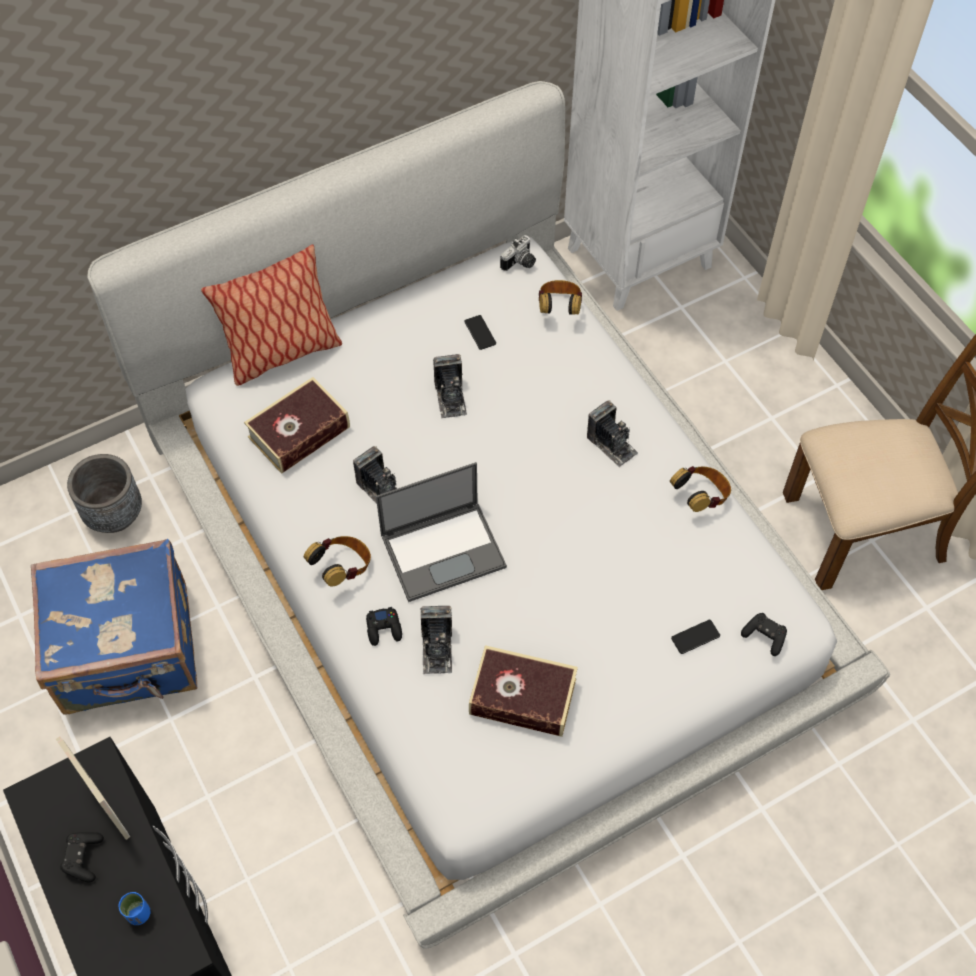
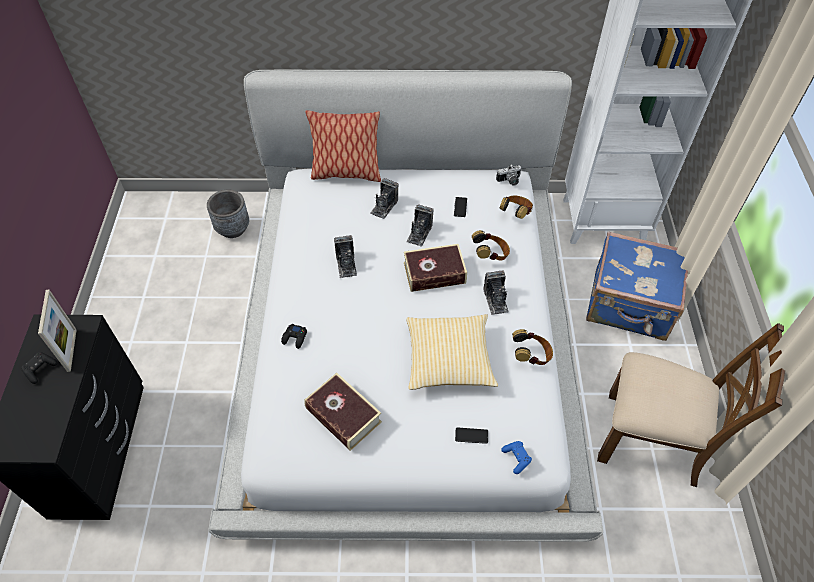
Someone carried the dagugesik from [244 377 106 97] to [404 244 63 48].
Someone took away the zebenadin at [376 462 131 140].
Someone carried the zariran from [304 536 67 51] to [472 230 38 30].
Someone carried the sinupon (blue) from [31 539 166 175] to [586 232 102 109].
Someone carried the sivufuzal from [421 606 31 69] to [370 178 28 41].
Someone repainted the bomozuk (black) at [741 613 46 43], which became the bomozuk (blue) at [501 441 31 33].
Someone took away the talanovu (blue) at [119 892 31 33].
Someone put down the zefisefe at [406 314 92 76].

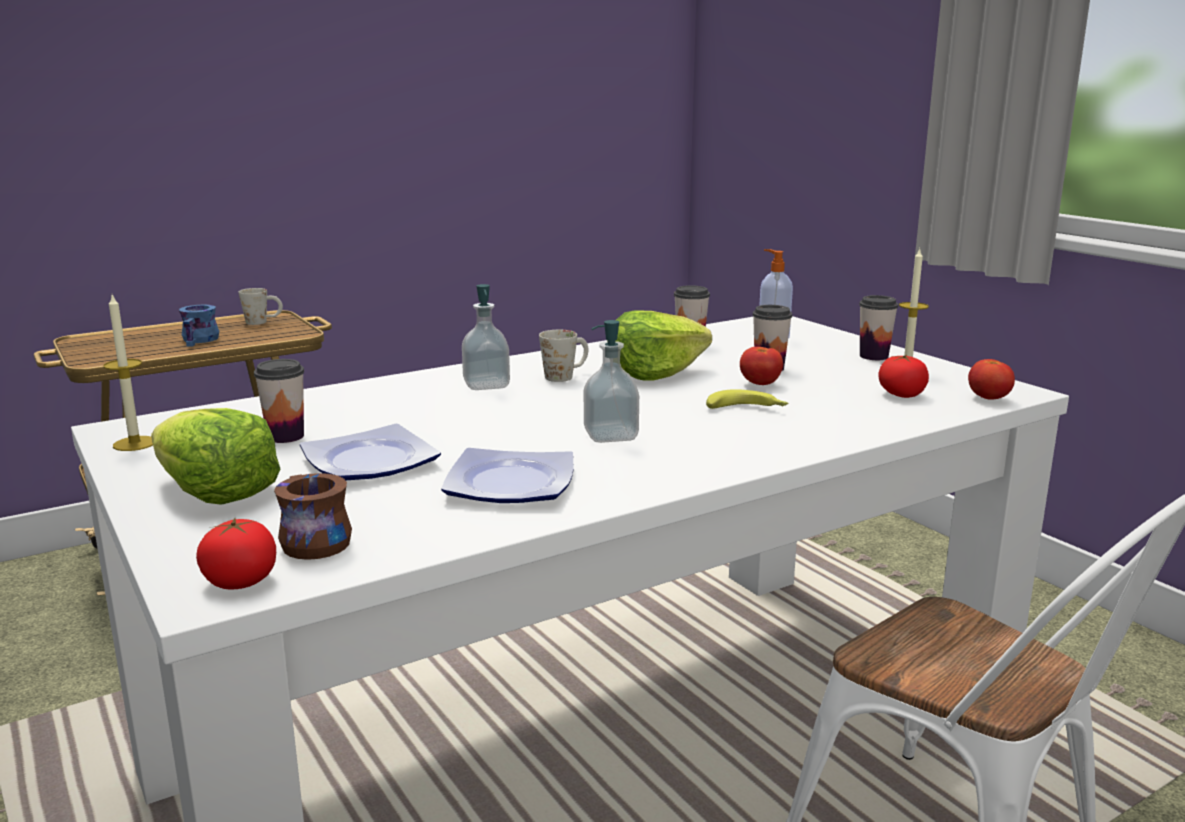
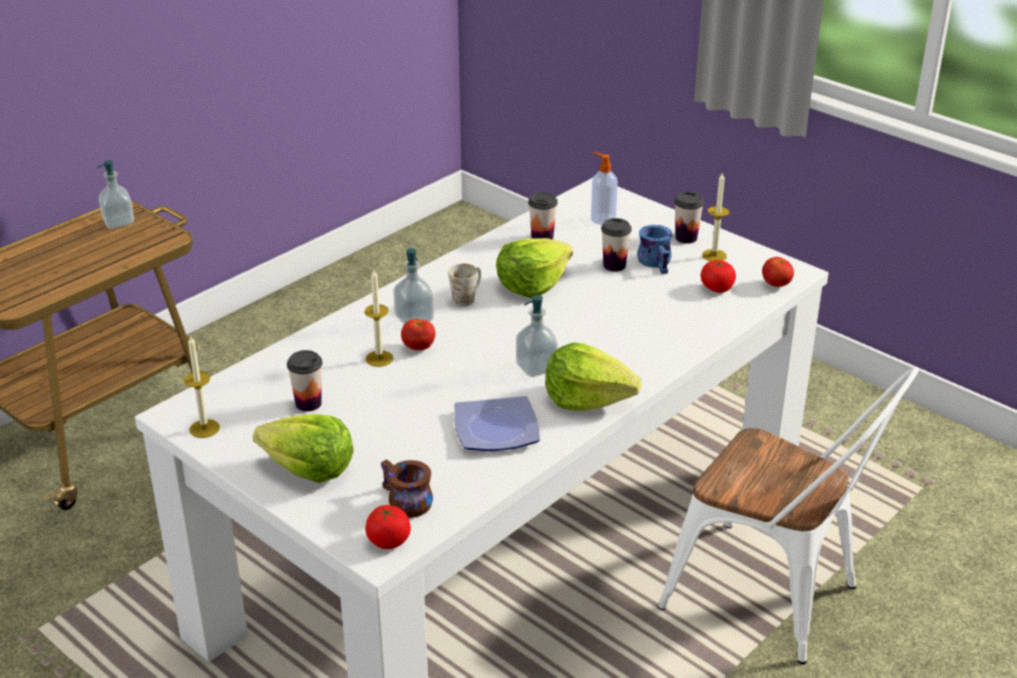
Someone swapped the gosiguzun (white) at [238 288 45 37] for the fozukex at [97 160 37 69].
Someone carried the gosiguzun (blue) from [179 305 40 41] to [637 225 36 49].
Someone carried the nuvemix from [740 347 43 38] to [401 319 34 31].
Someone took away the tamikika at [706 389 83 20].
Someone took away the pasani at [300 424 141 56].
Someone put down the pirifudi at [364 270 29 97].
Someone put down the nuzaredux at [545 342 96 69].

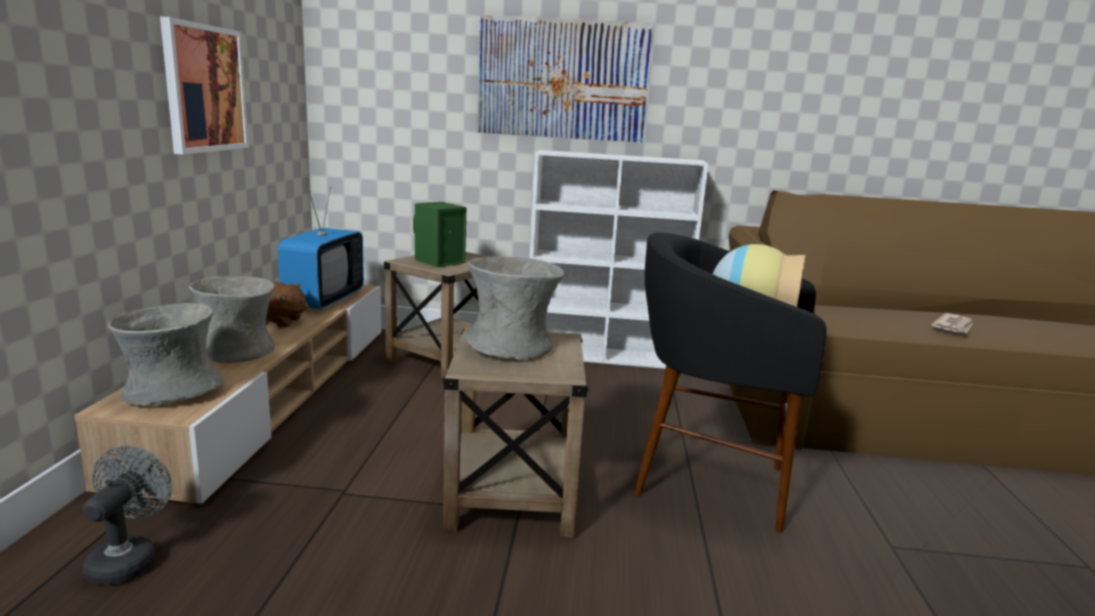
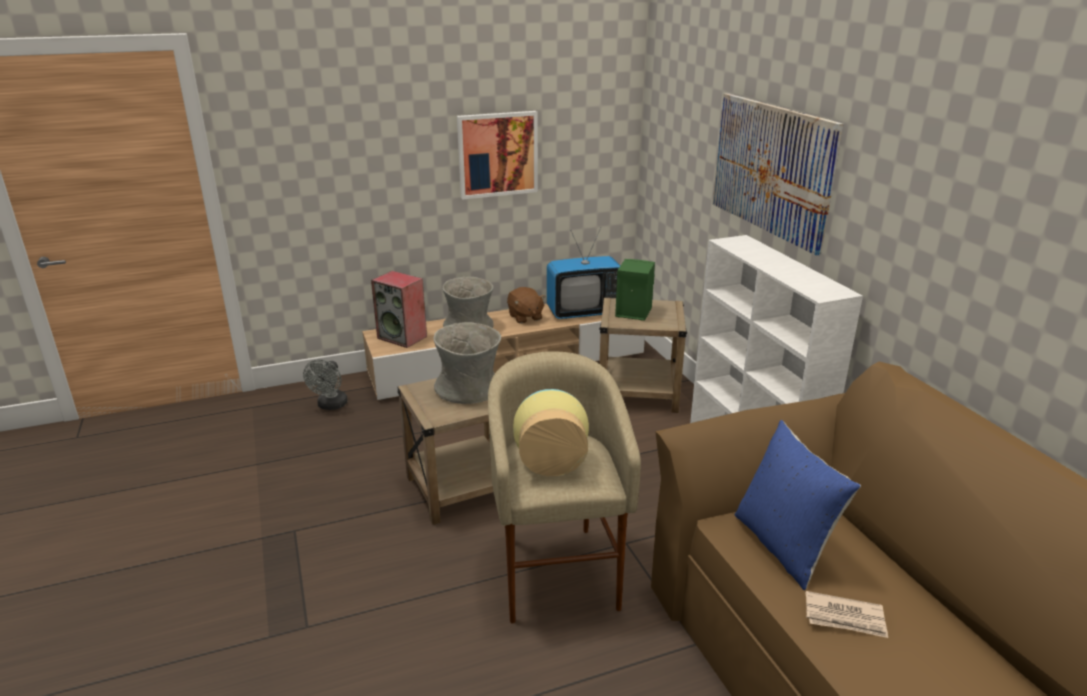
Someone repainted the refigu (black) at [634 232 193 301], which became the refigu (beige) at [488 351 153 273].
Someone swapped the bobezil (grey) at [108 303 116 102] for the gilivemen at [371 271 56 77].
Someone rotated the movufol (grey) at [83 446 89 139] by 120 degrees clockwise.
Someone put down the zefisefe (blue) at [735 420 126 170].

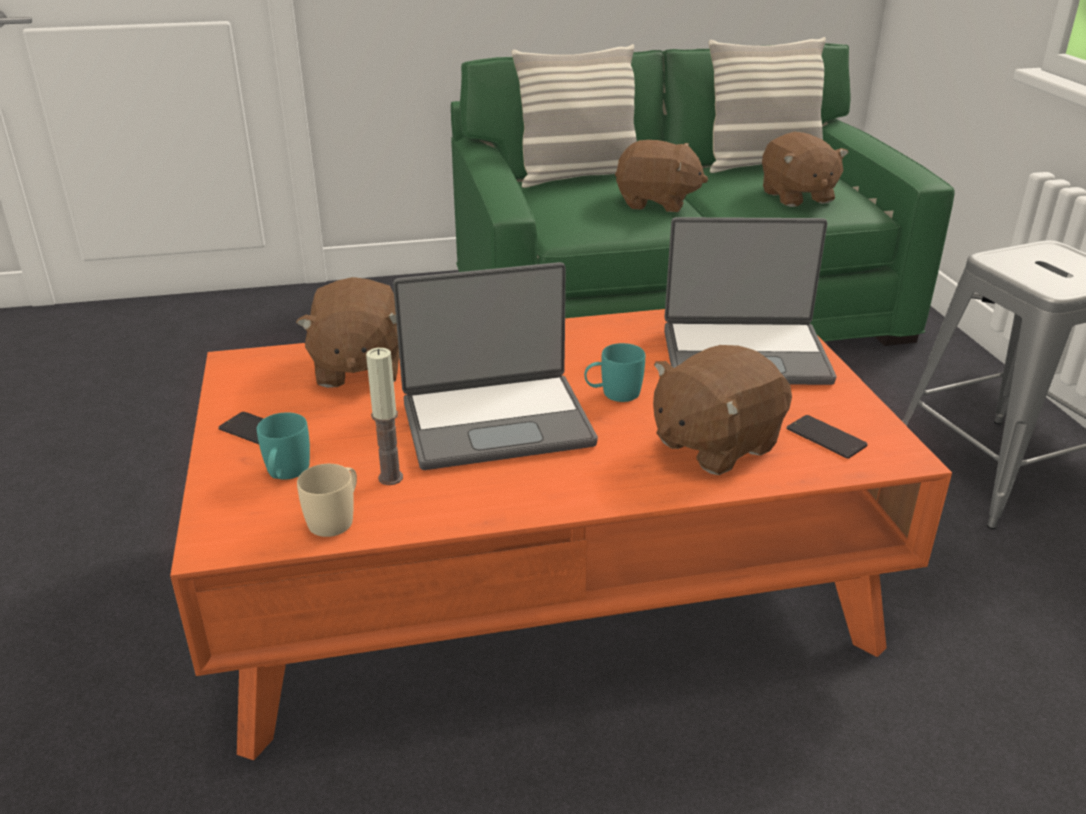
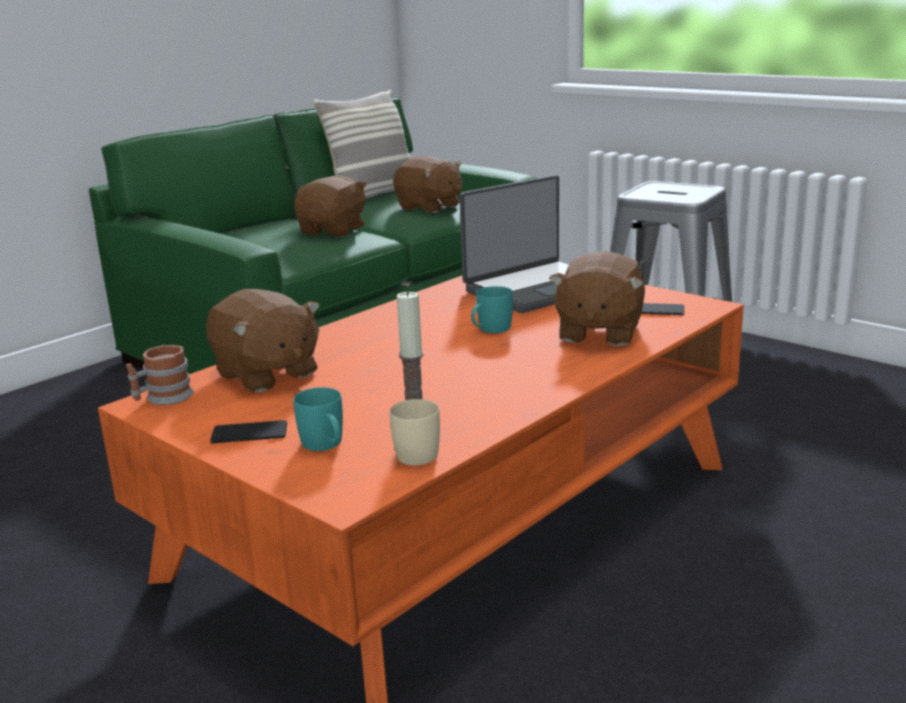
Someone took away the zefisefe at [512 44 125 144].
Someone rotated the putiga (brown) at [615 140 93 72] by 45 degrees counterclockwise.
Someone took away the zebenadin at [393 262 205 208].
Someone put down the gosiguzun at [126 345 67 60].

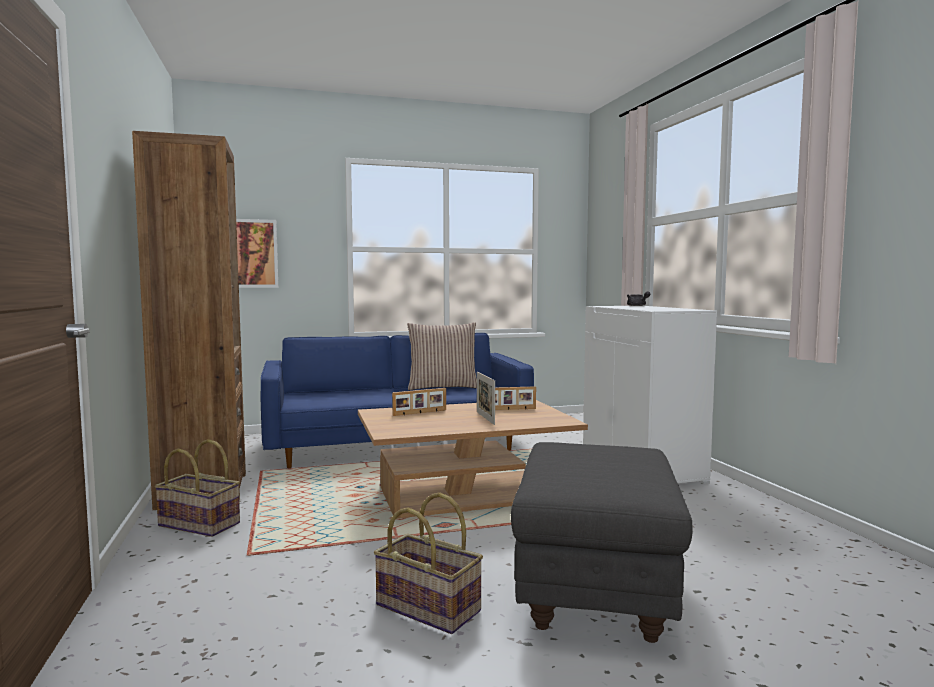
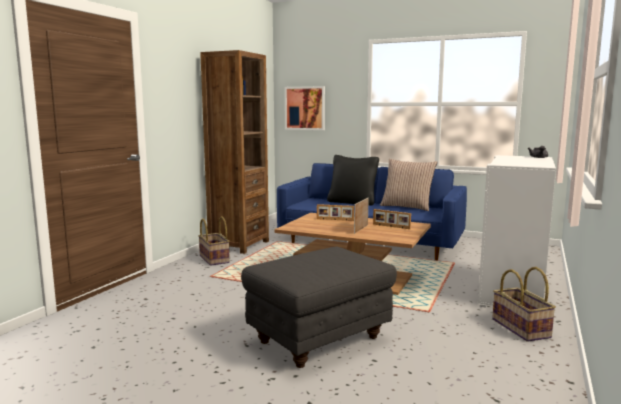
Someone carried the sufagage from [374 492 109 142] to [492 267 64 75].
Someone put down the zefisefe (black) at [327 155 52 51].

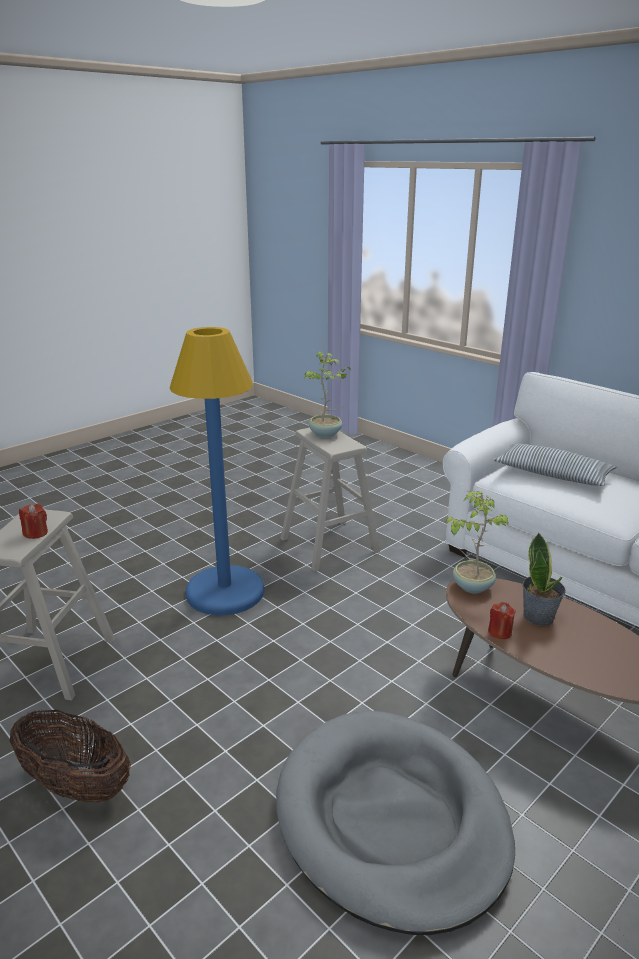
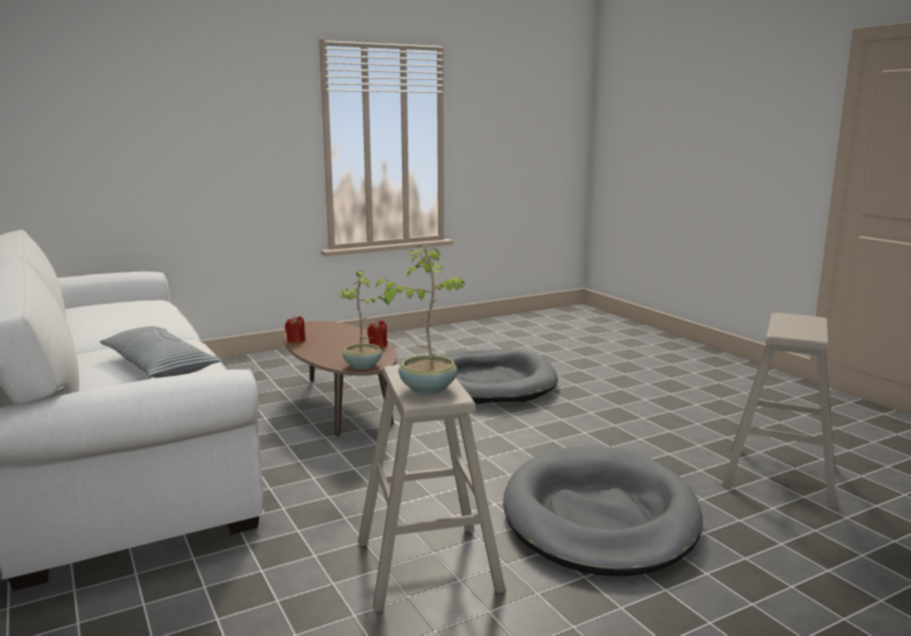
Someone swapped the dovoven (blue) at [170 327 94 288] for the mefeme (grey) at [503 446 200 130].
Someone carried the pirifudi (red) from [19 503 29 36] to [285 316 21 27].
Someone took away the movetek at [523 532 43 94].
Someone took away the sufagage at [9 709 122 94].

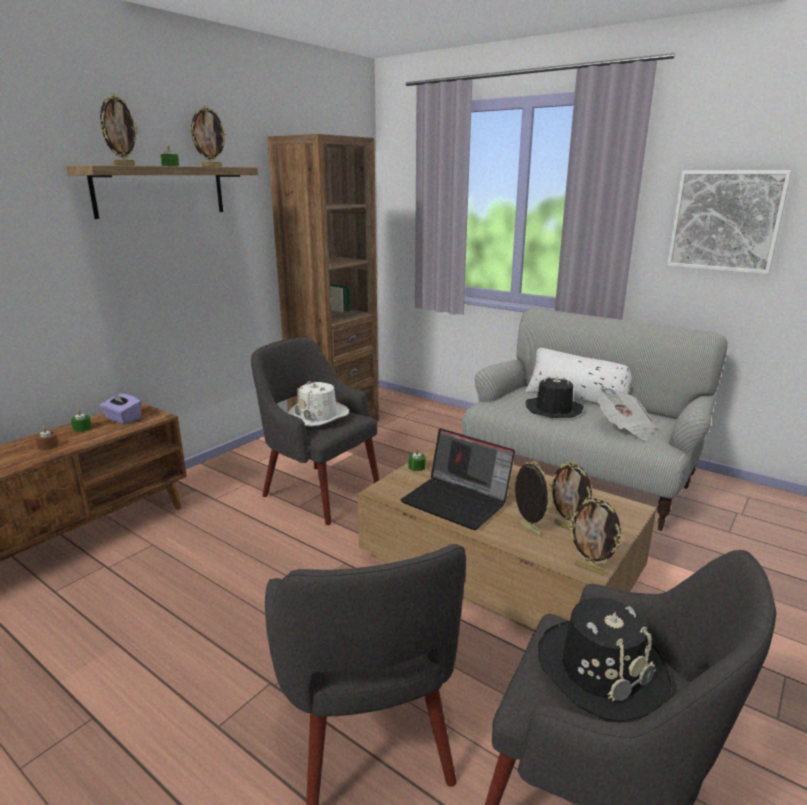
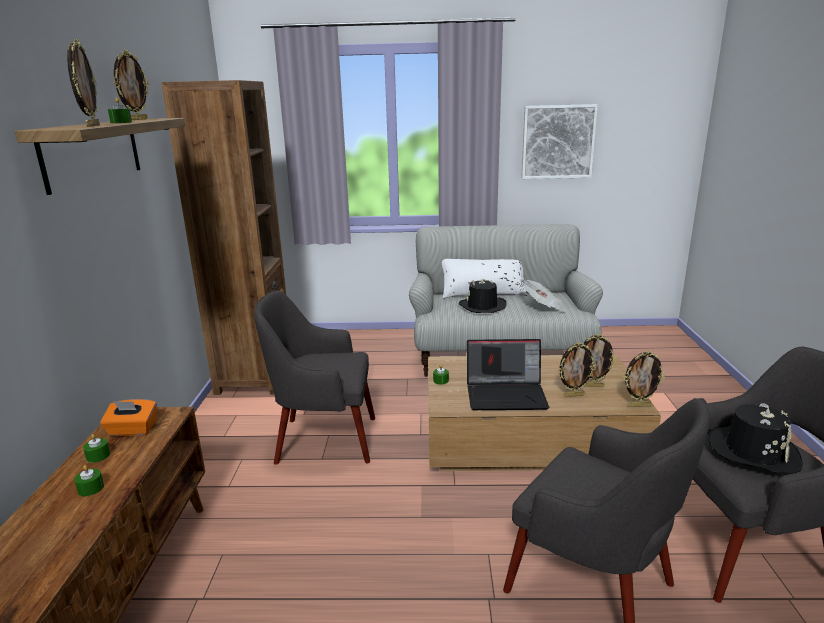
Someone took away the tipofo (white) at [288 381 61 45].
Someone repainted the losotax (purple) at [99 391 43 34], which became the losotax (orange) at [100 399 57 37].
Someone repainted the pirifudi (brown) at [35 426 24 24], which became the pirifudi (green) at [74 465 30 31].
Someone rotated the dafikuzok at [515 461 36 74] by 150 degrees clockwise.

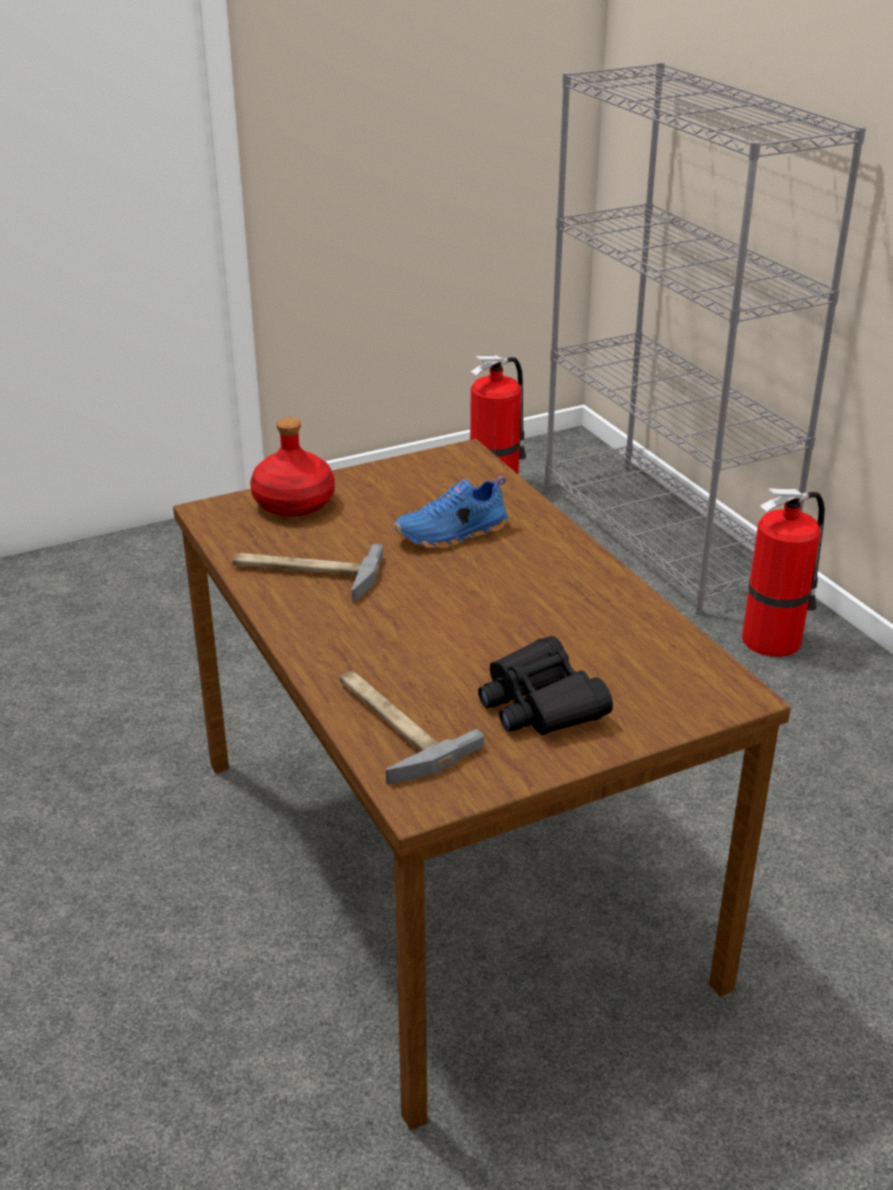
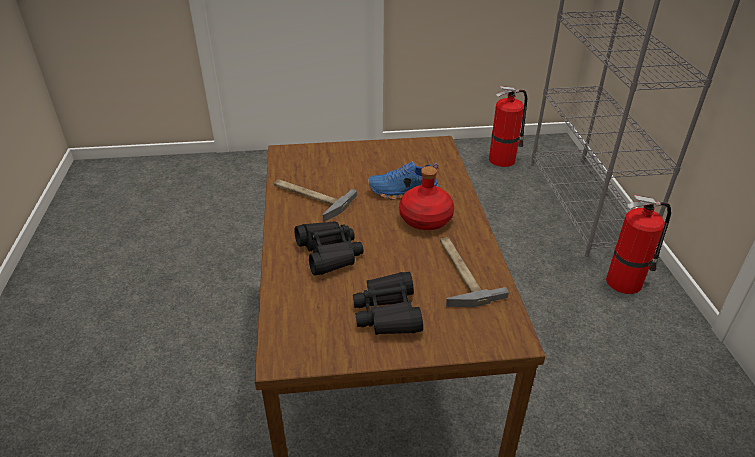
Someone carried the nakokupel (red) from [250 417 85 100] to [399 166 55 64].
Someone carried the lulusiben from [340 670 144 114] to [440 237 69 70].
Someone put down the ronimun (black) at [294 221 69 54].

